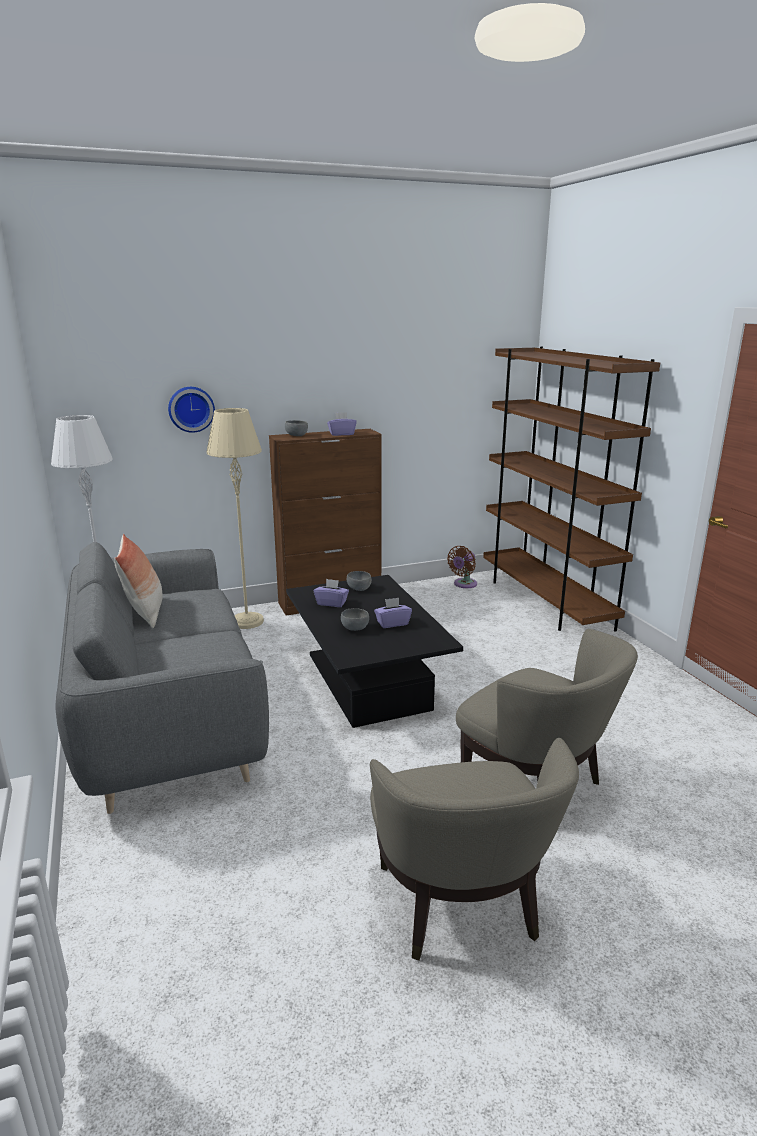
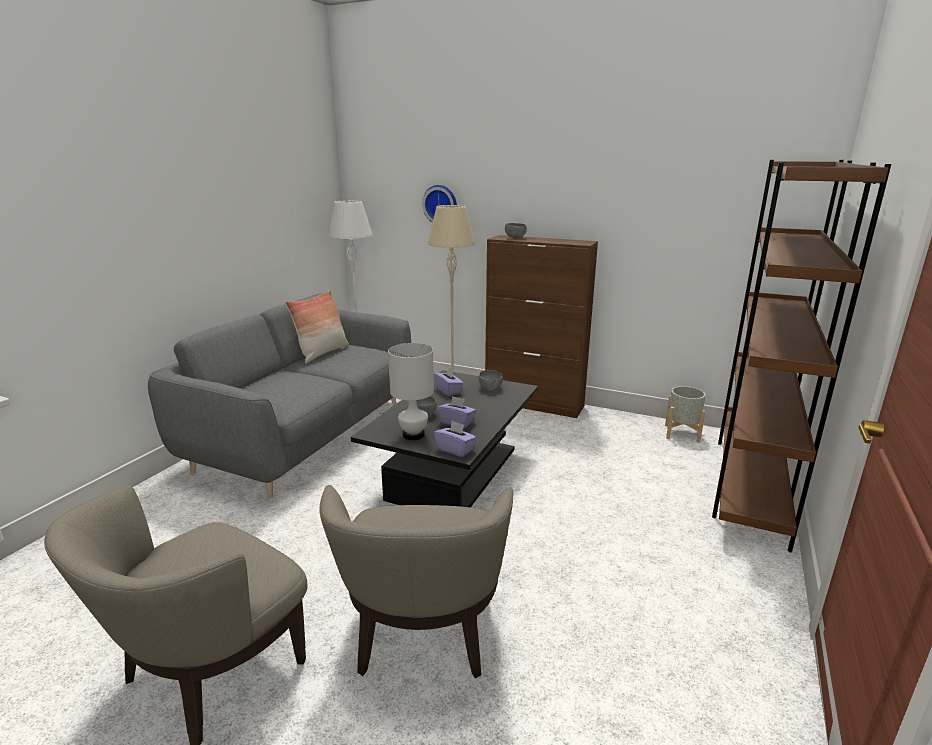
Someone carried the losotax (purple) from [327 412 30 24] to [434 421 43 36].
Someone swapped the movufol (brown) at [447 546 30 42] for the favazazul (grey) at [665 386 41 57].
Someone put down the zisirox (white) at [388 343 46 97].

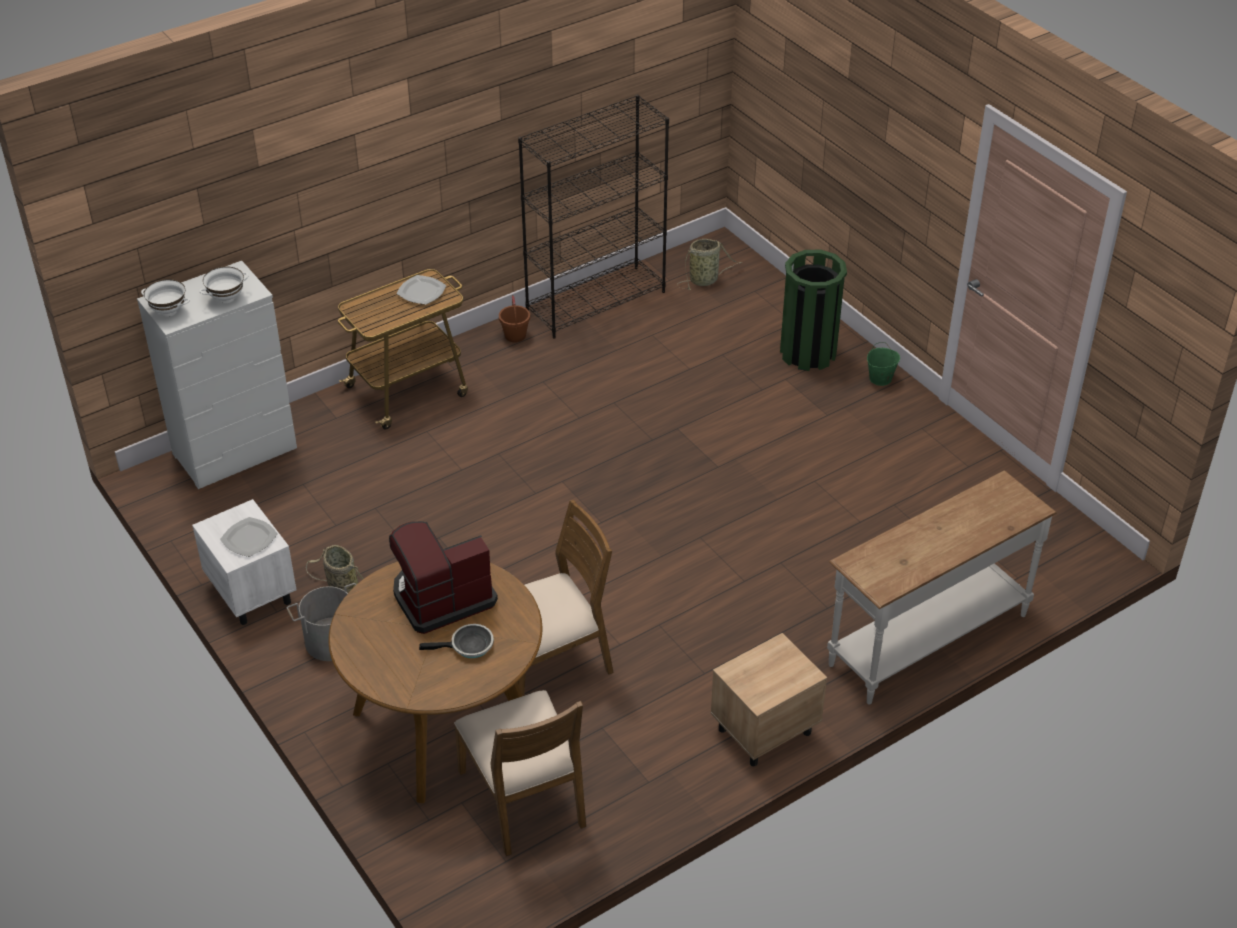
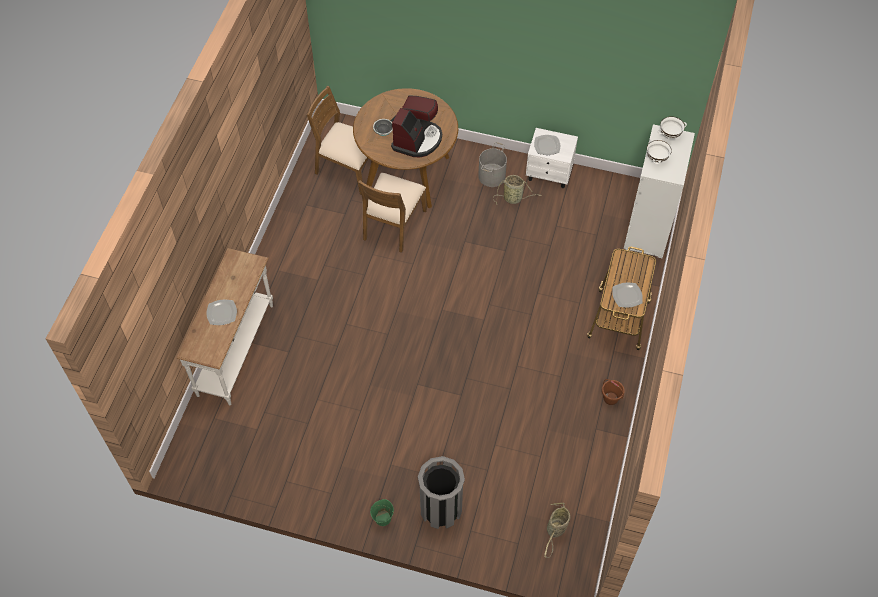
Someone took away the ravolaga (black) at [518 95 151 244].
Someone repainted the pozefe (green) at [780 250 67 121], which became the pozefe (grey) at [418 456 47 73].
Someone took away the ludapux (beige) at [711 633 116 133].
Someone put down the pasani at [206 300 31 25].

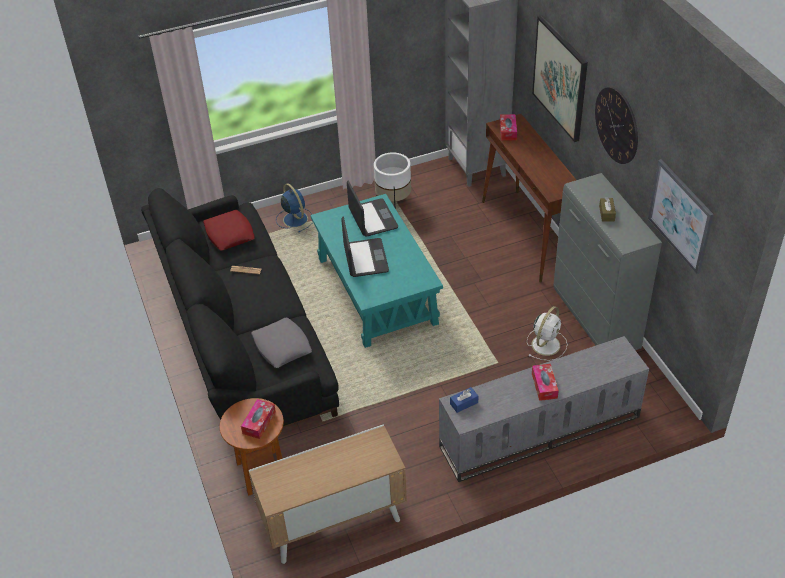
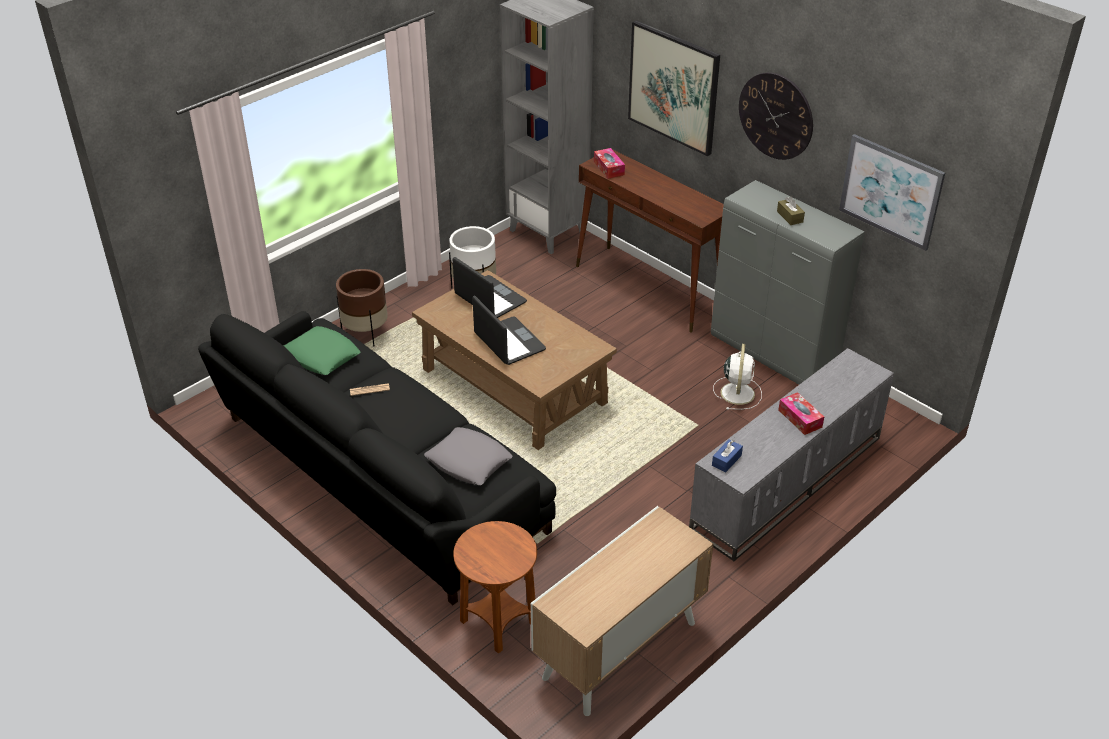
Someone swapped the movufol (blue) at [276 183 37 50] for the favazazul (brown) at [336 269 52 77].
Someone repainted the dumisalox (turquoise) at [311 194 132 154], which became the dumisalox (brown) at [412 270 205 180].
Someone repainted the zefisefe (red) at [203 210 52 40], which became the zefisefe (green) at [284 326 76 49].
Someone took away the losotax at [241 399 35 40].

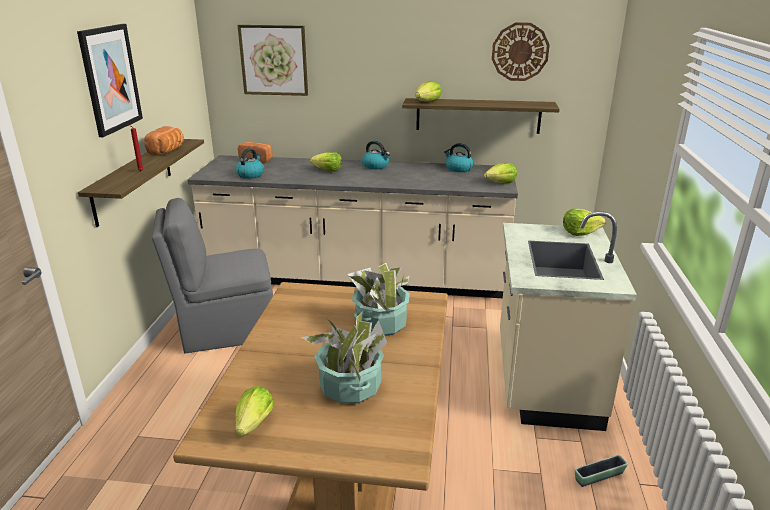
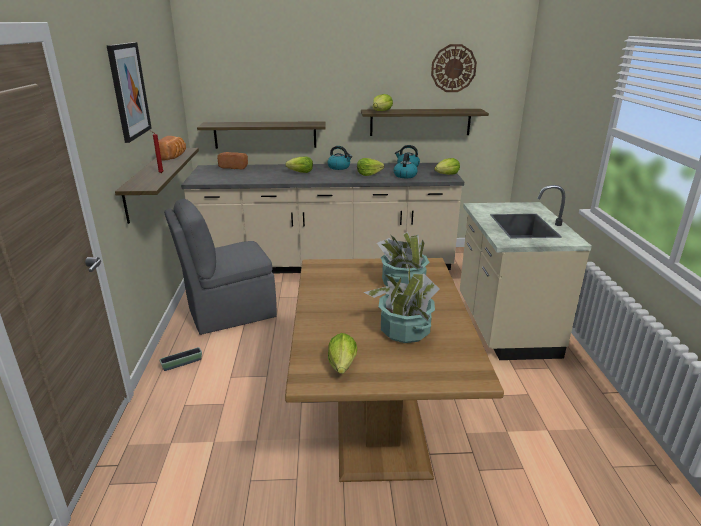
Someone took away the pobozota at [237 25 71 71].
Someone carried the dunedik from [235 148 29 31] to [394 153 24 25].
Someone carried the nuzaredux from [563 208 43 28] to [357 158 27 18].
Someone carried the favazazul from [575 455 53 32] to [159 347 43 24].
Someone put up the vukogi at [197 121 129 28].

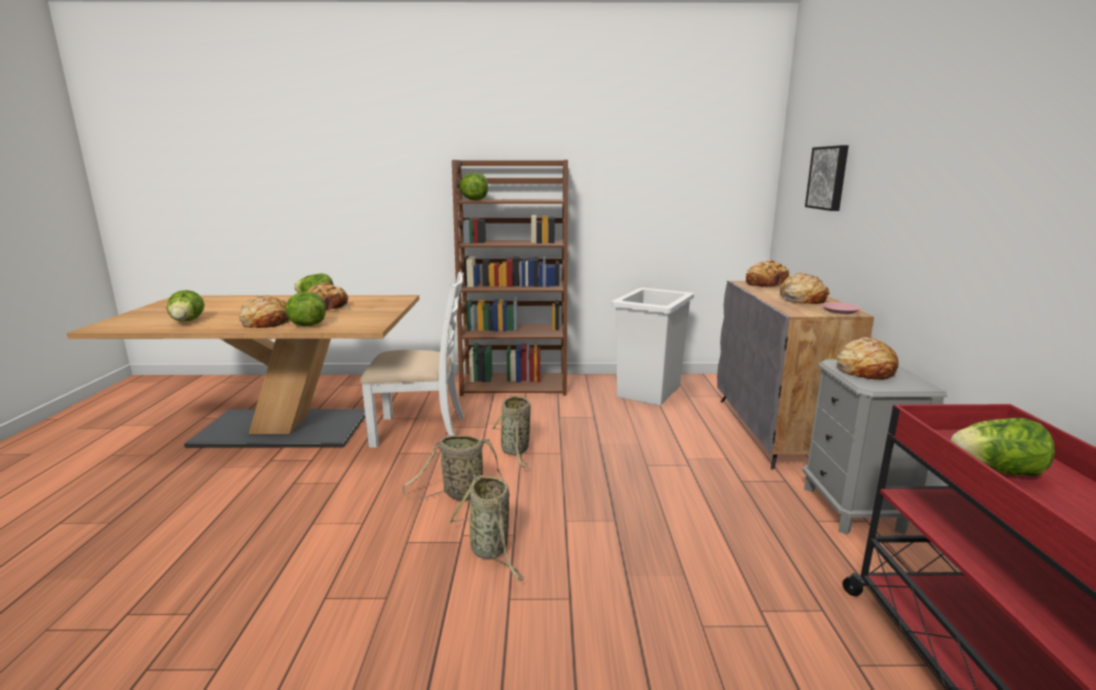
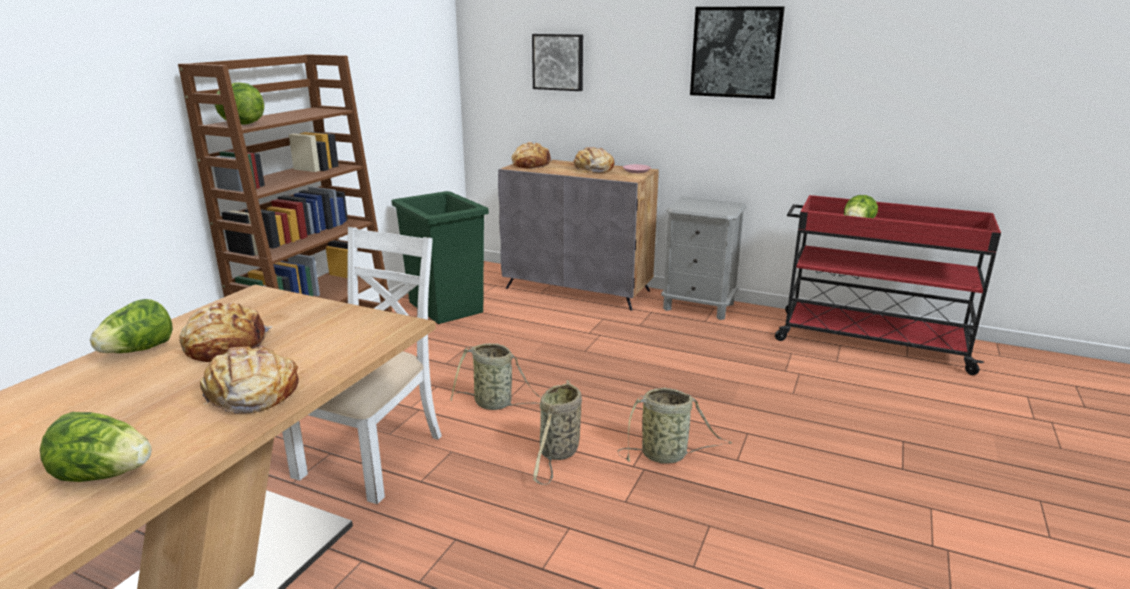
Someone repainted the pozefe (white) at [612 288 82 118], which became the pozefe (green) at [391 191 98 133].
Someone took away the nuzaredux at [285 292 41 34].
Someone took away the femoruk at [836 337 62 43].
Someone put up the pobozota at [690 7 95 92].

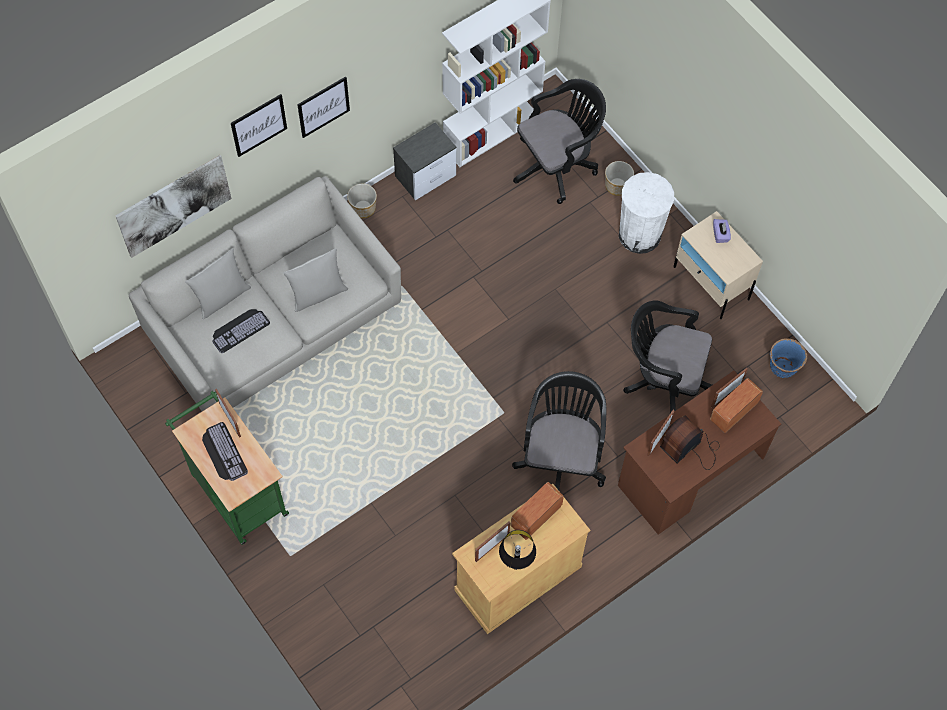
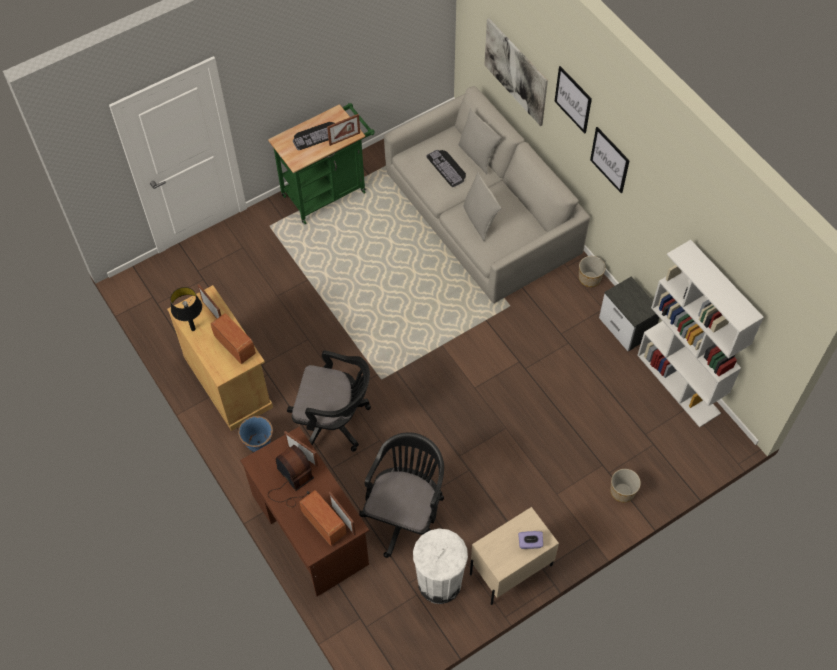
Someone took away the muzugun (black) at [513 79 93 125].
Someone carried the pozefe (white) from [619 172 55 82] to [413 528 55 76].
Someone carried the favazazul (blue) from [770 338 37 40] to [238 416 35 36].

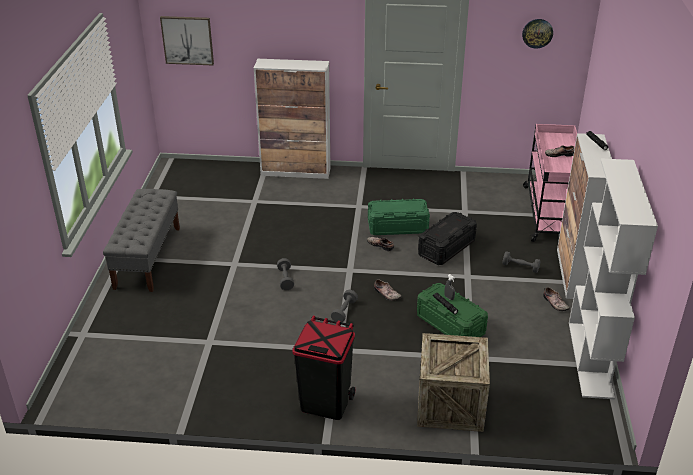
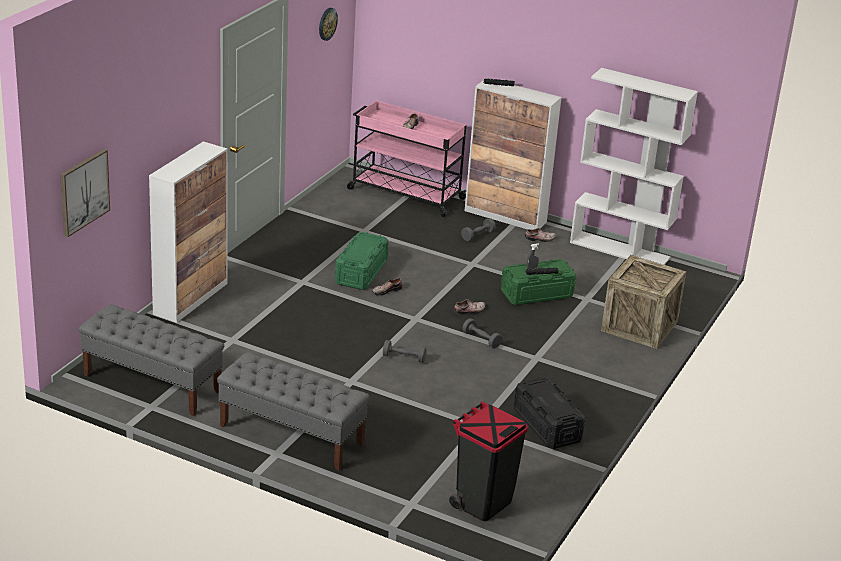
Someone carried the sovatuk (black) from [418 212 59 53] to [514 377 71 72].
Someone carried the pozefe (black) from [292 316 63 104] to [449 401 79 121].
Someone put down the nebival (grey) at [78 304 146 112].

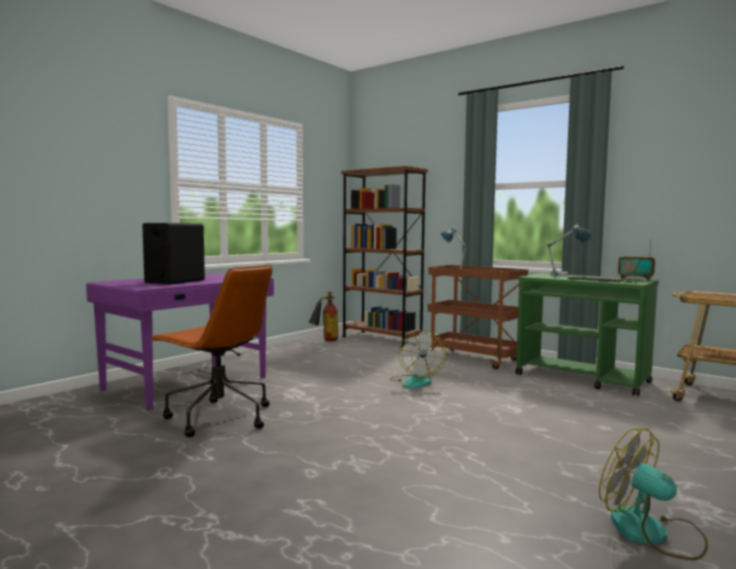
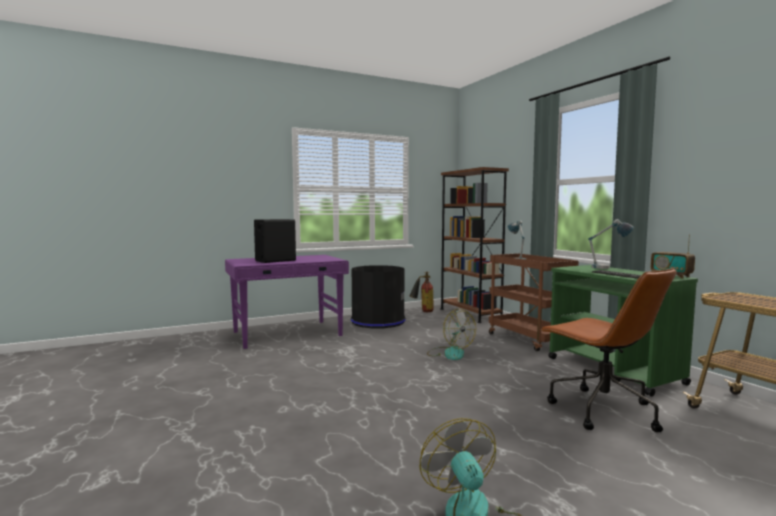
Someone carried the muzugun (brown) from [150 265 123 172] to [540 268 136 164].
Someone rotated the movufol at [390 330 56 58] by 60 degrees counterclockwise.
Someone put down the pozefe (black) at [351 265 54 63].

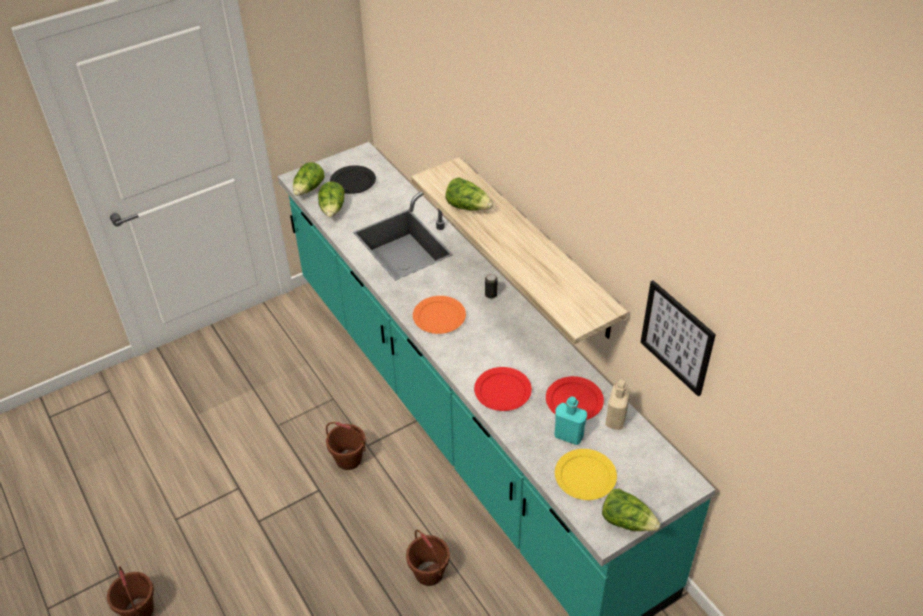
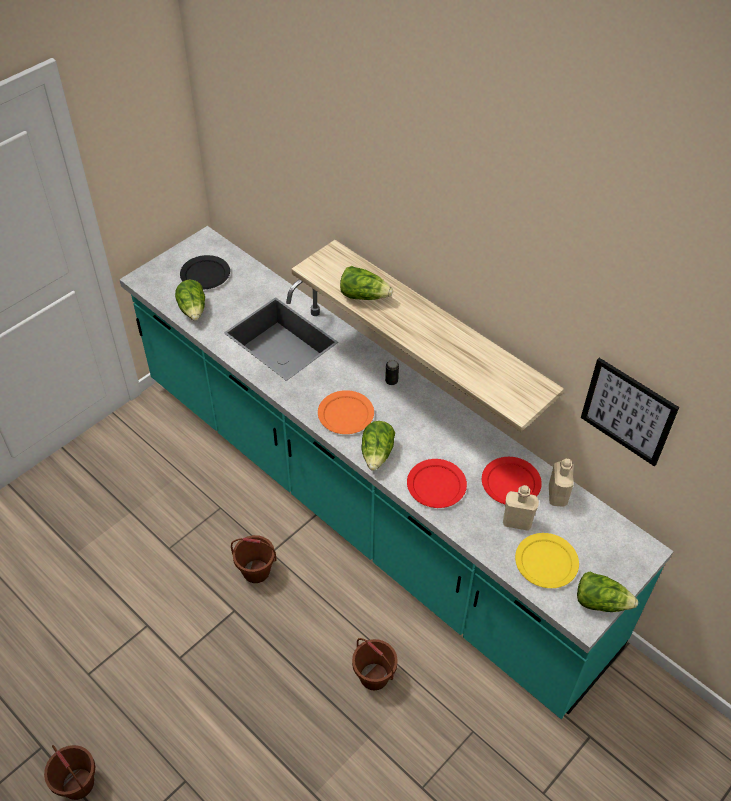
Someone carried the nuzaredux from [293 162 32 34] to [361 421 34 50].
Someone repainted the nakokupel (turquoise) at [554 396 33 49], which became the nakokupel (beige) at [503 485 36 46].

